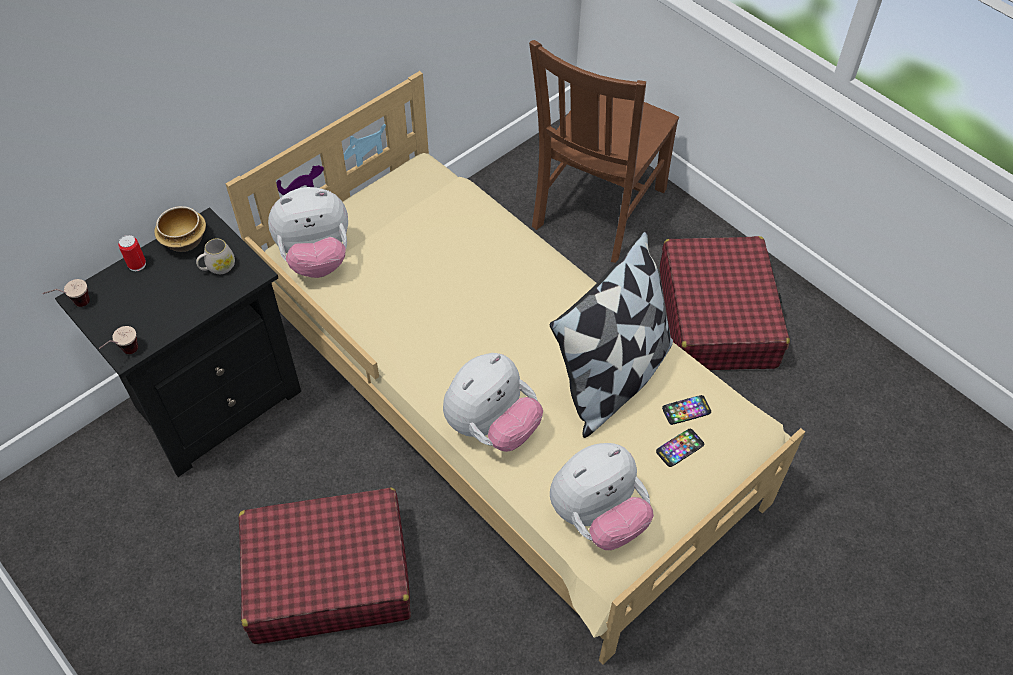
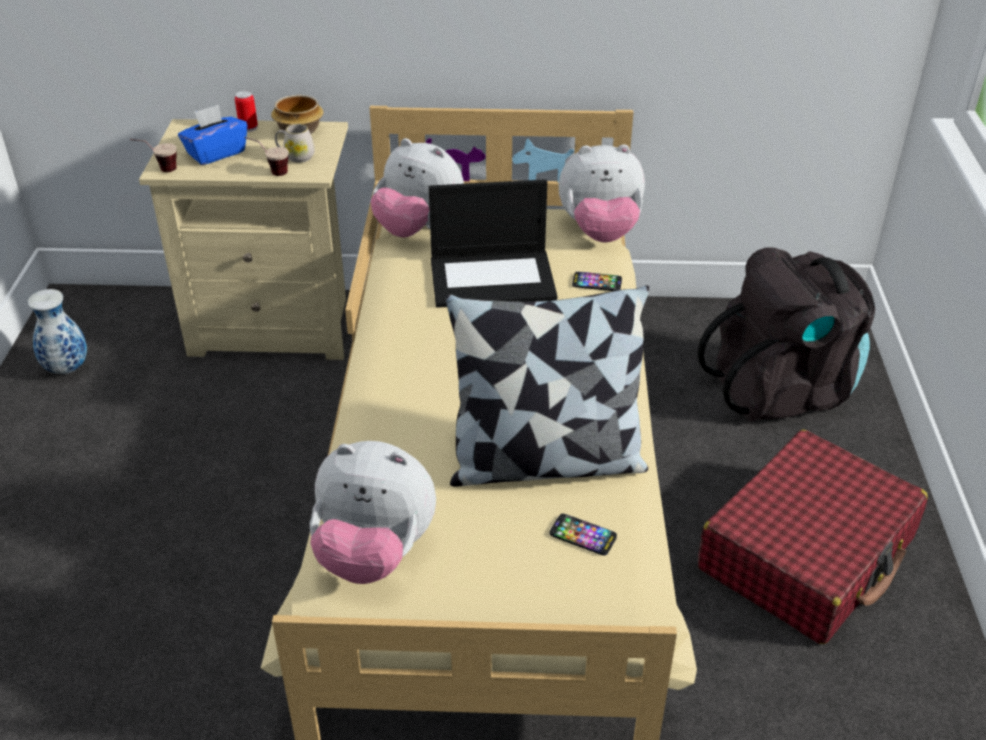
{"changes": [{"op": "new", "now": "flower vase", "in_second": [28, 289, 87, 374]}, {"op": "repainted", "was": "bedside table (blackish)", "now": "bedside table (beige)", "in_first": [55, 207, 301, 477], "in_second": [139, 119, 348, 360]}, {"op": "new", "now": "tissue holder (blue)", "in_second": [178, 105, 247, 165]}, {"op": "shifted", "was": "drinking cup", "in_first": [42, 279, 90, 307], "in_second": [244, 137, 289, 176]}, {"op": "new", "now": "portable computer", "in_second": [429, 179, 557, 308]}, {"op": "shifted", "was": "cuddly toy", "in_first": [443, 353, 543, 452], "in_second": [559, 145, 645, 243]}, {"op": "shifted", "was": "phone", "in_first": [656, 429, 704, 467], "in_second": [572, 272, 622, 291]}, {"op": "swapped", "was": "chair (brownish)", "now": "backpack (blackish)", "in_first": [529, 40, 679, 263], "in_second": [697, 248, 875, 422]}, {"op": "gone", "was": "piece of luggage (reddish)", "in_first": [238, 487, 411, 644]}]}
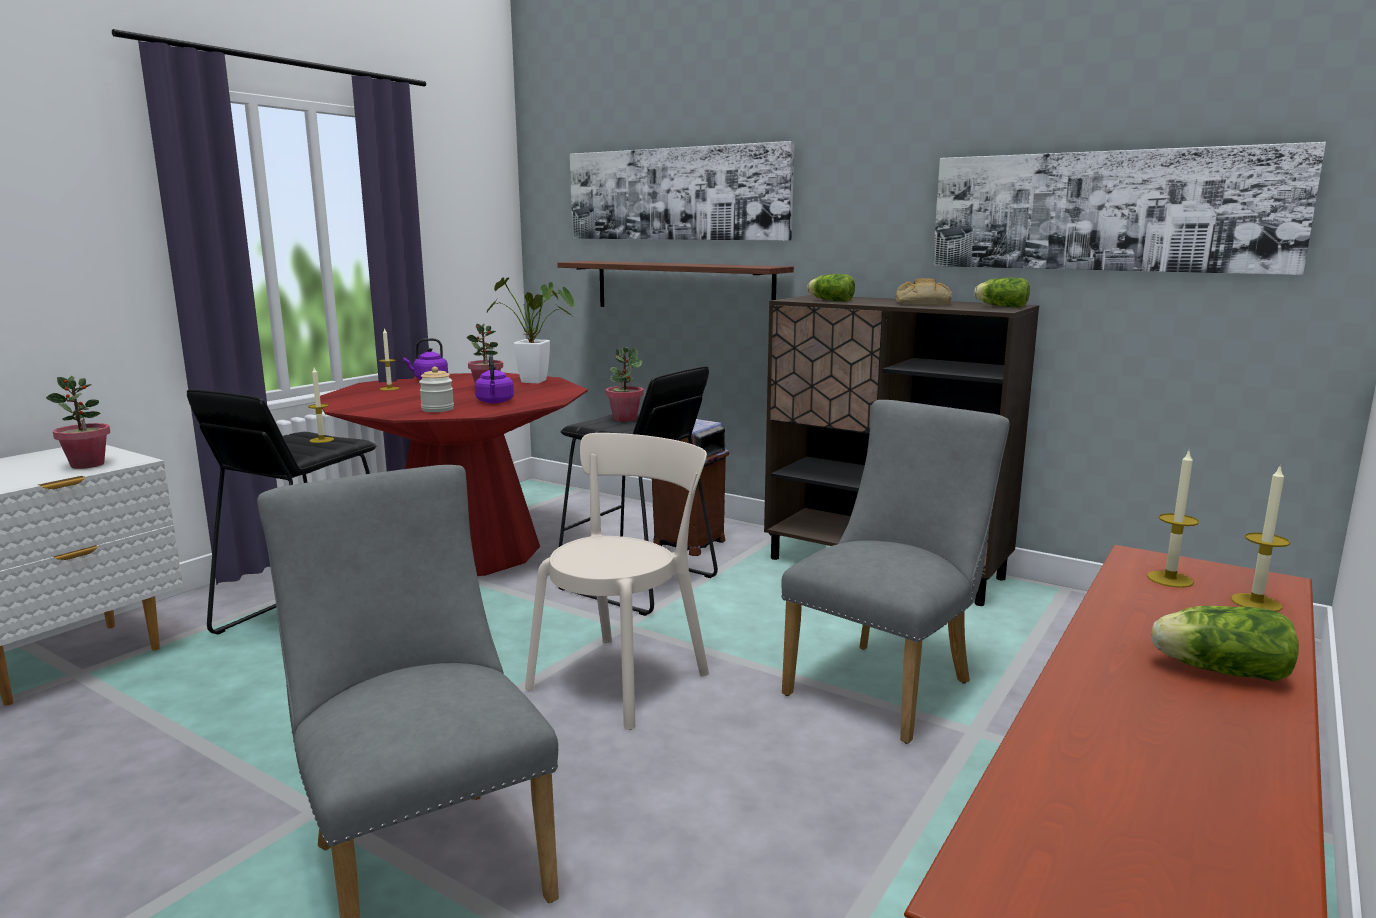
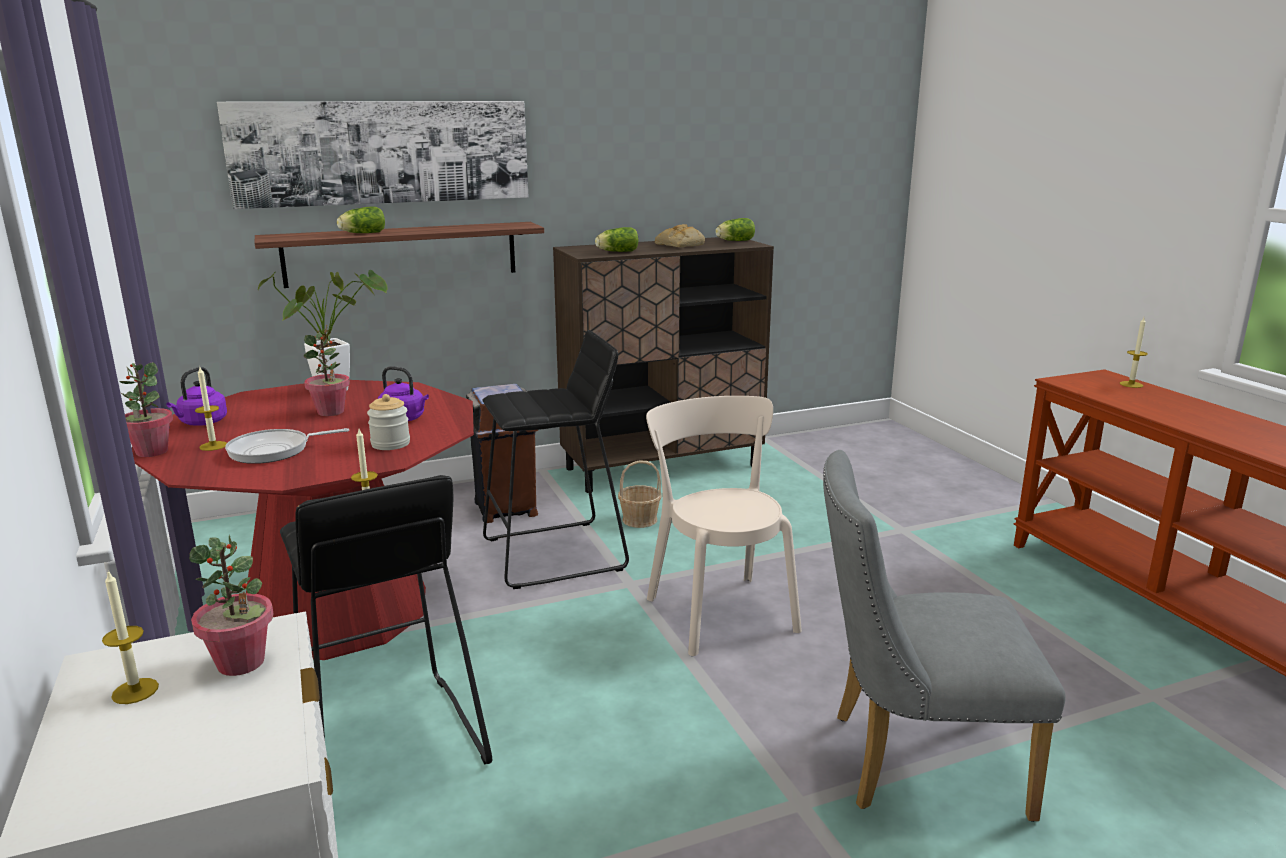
{"changes": [{"op": "shifted", "was": "wax light", "in_first": [1147, 451, 1199, 588], "in_second": [102, 570, 159, 704]}, {"op": "shifted", "was": "plant in a pot", "in_first": [606, 347, 644, 422], "in_second": [119, 362, 173, 457]}, {"op": "new", "now": "frying pan", "in_second": [225, 428, 349, 464]}, {"op": "shifted", "was": "lettuce head", "in_first": [1152, 606, 1299, 681], "in_second": [337, 207, 385, 233]}, {"op": "new", "now": "household basket", "in_second": [618, 460, 661, 528]}, {"op": "gone", "was": "chair (grey)", "in_first": [781, 400, 1009, 744]}, {"op": "gone", "was": "picture", "in_first": [933, 142, 1326, 275]}]}
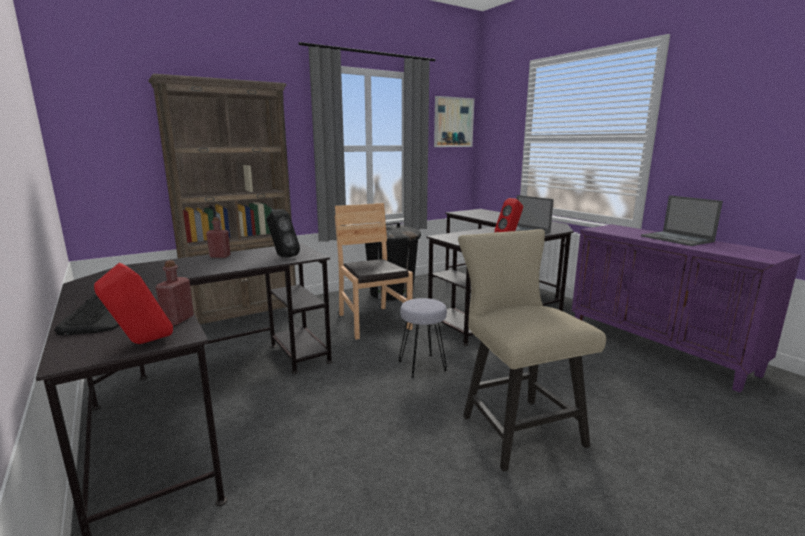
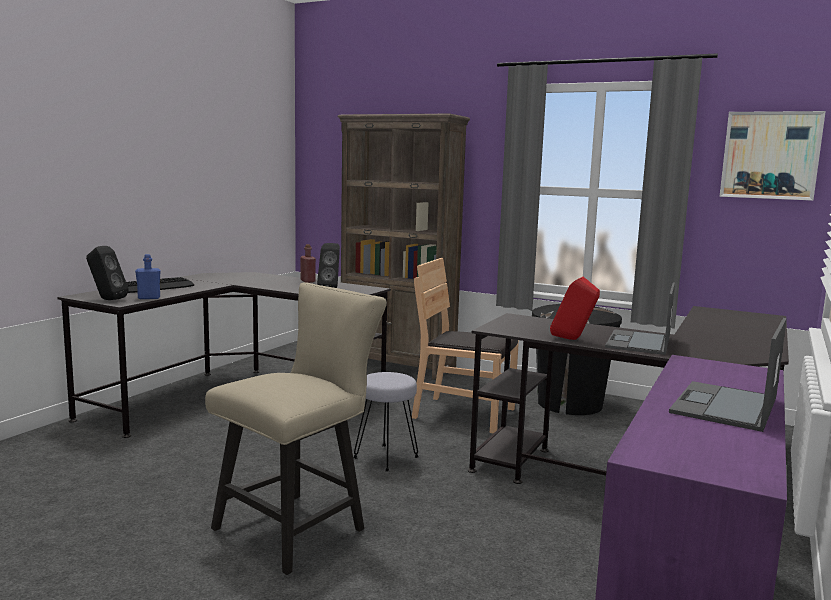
{"changes": [{"op": "repainted", "was": "audio speaker (reddish)", "now": "audio speaker (blackish)", "in_first": [94, 263, 173, 344], "in_second": [86, 246, 129, 300]}, {"op": "repainted", "was": "drink bottle (reddish)", "now": "drink bottle (blue)", "in_first": [156, 260, 194, 325], "in_second": [135, 254, 161, 299]}, {"op": "rotated", "was": "chair (brownish)", "in_first": [335, 203, 413, 340], "in_second": [412, 258, 519, 434], "clockwise": -105}]}
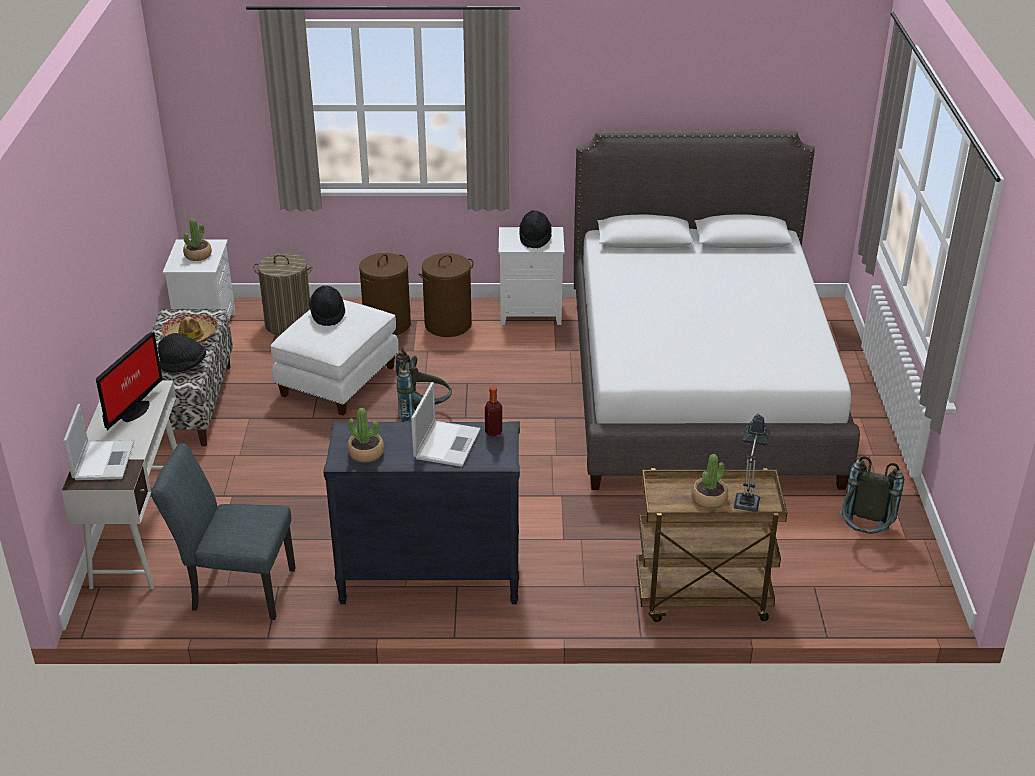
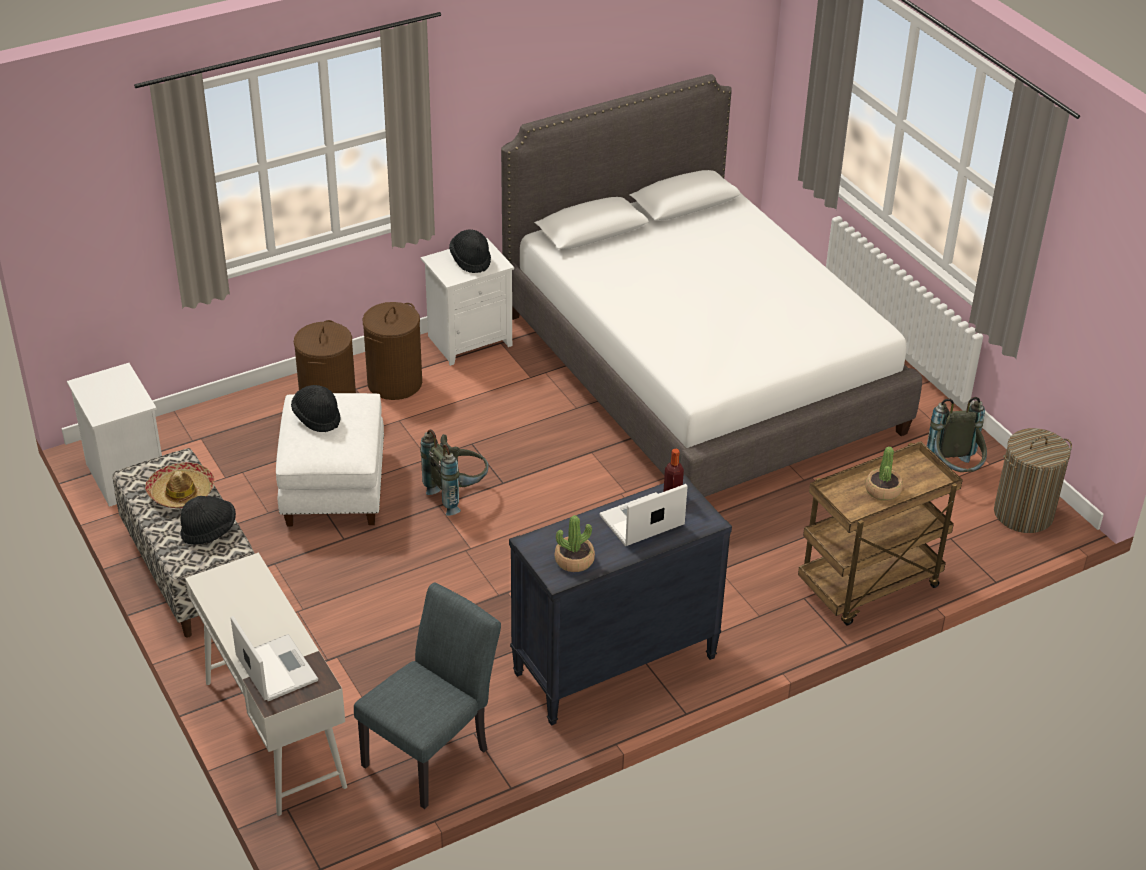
{"changes": [{"op": "rotated", "was": "chair (grey)", "in_first": [151, 443, 296, 620], "in_second": [354, 582, 501, 809], "clockwise": 150}, {"op": "rotated", "was": "portable computer", "in_first": [411, 382, 481, 467], "in_second": [599, 484, 688, 546], "clockwise": -105}, {"op": "shifted", "was": "washing basket", "in_first": [253, 253, 313, 336], "in_second": [994, 428, 1072, 533]}, {"op": "gone", "was": "computer display", "in_first": [96, 332, 162, 431]}, {"op": "gone", "was": "plant in a pot", "in_first": [183, 219, 212, 261]}, {"op": "gone", "was": "tabletop lamp", "in_first": [734, 413, 771, 511]}]}
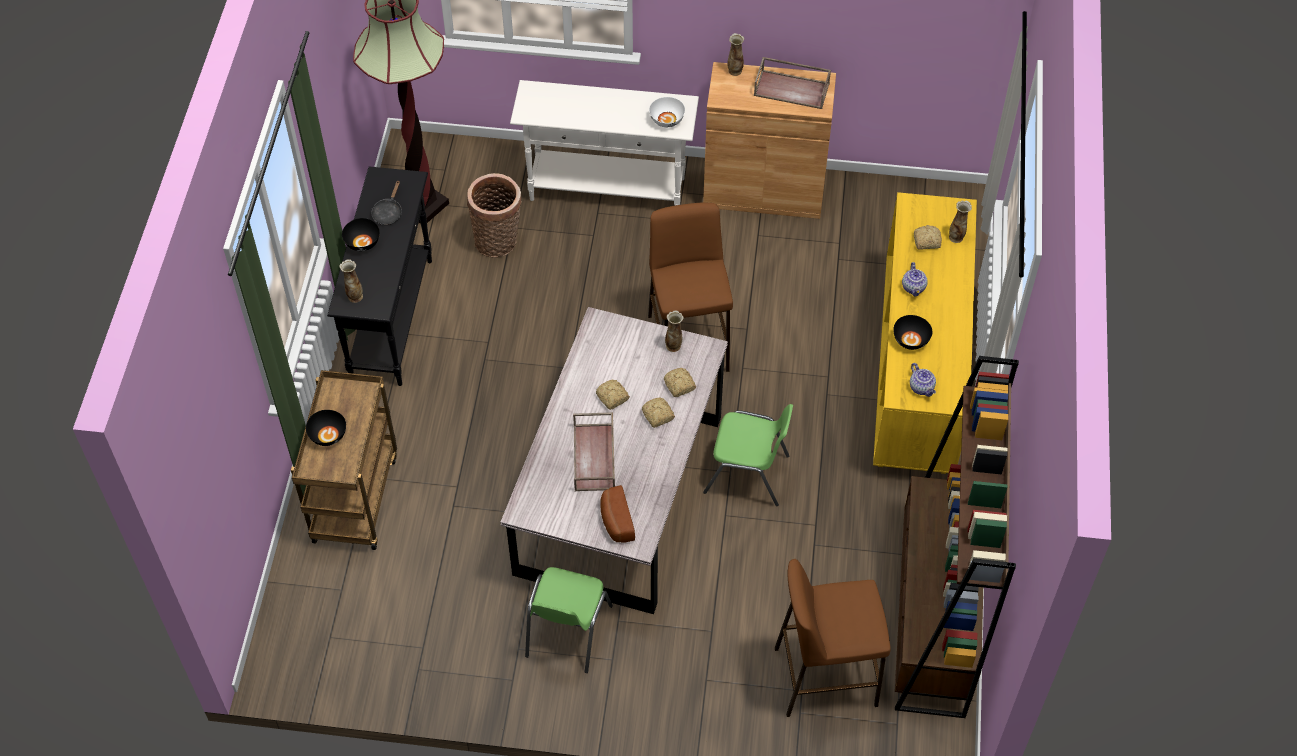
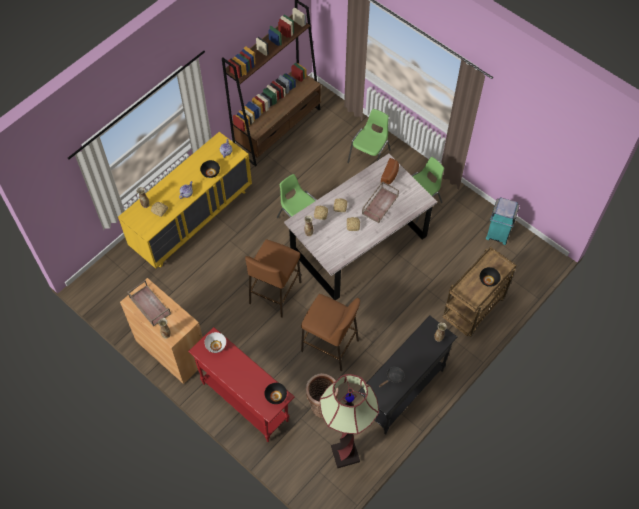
{"changes": [{"op": "repainted", "was": "narrow table (whitish)", "now": "narrow table (reddish)", "in_first": [510, 80, 699, 205], "in_second": [188, 327, 295, 442]}, {"op": "shifted", "was": "deep dish (blackish)", "in_first": [342, 218, 380, 251], "in_second": [264, 383, 287, 404]}, {"op": "shifted", "was": "stool (brownish)", "in_first": [775, 559, 891, 717], "in_second": [301, 294, 360, 371]}, {"op": "new", "now": "chair (green)", "in_second": [347, 109, 391, 163]}, {"op": "new", "now": "waste bin (turquoise-coloured)", "in_second": [486, 197, 519, 245]}]}
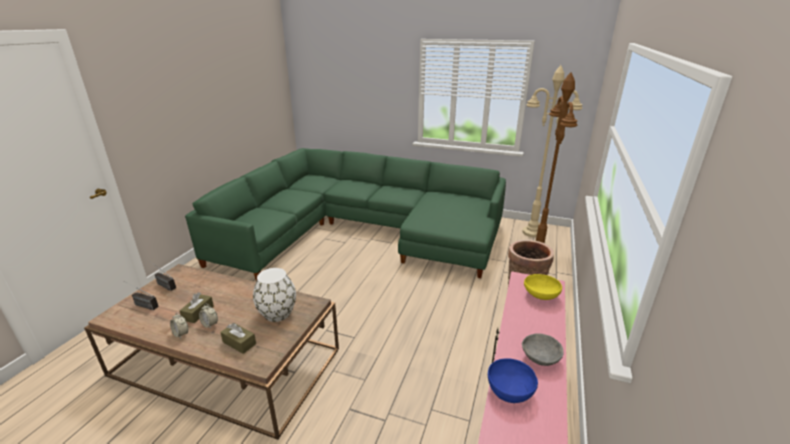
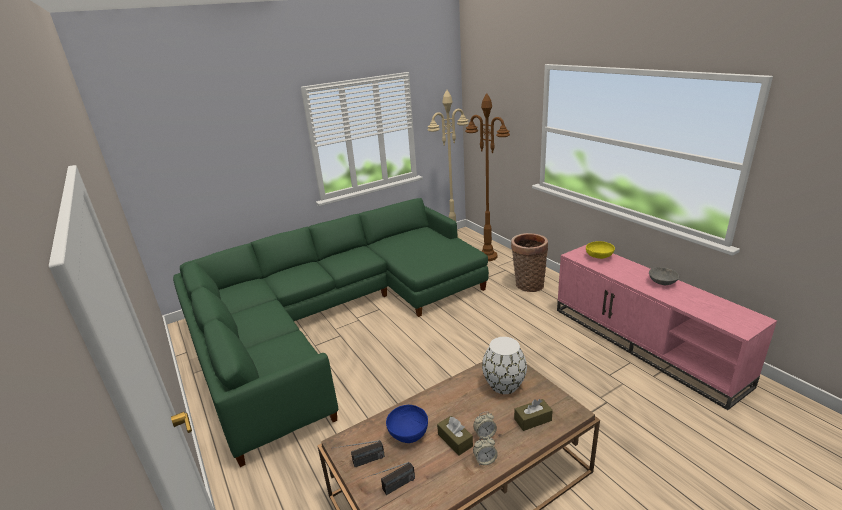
{"changes": [{"op": "shifted", "was": "deep dish (blue)", "in_first": [488, 358, 538, 403], "in_second": [386, 405, 428, 443]}]}
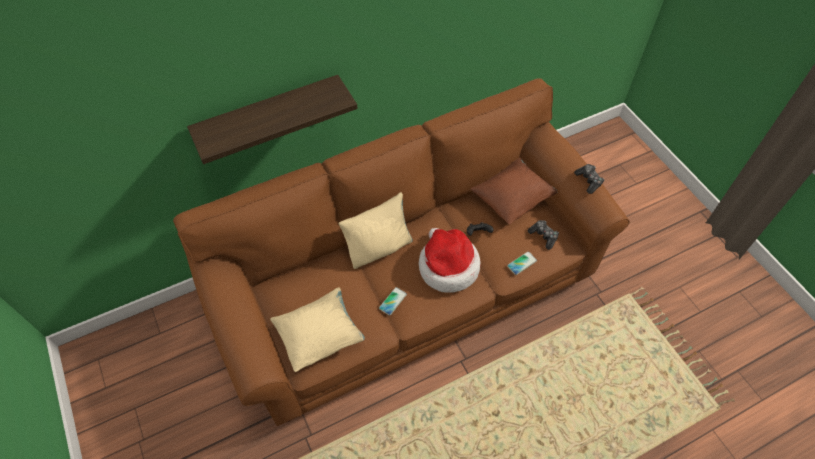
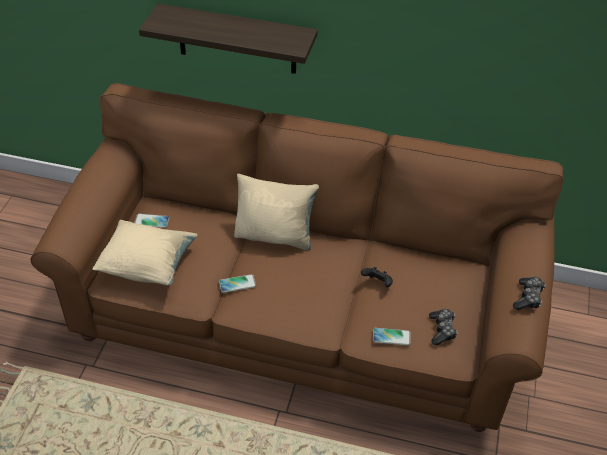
{"changes": [{"op": "new", "now": "phone", "in_second": [134, 214, 170, 228]}, {"op": "gone", "was": "hat", "in_first": [419, 228, 481, 293]}, {"op": "gone", "was": "cushion (brownish)", "in_first": [471, 158, 557, 224]}]}
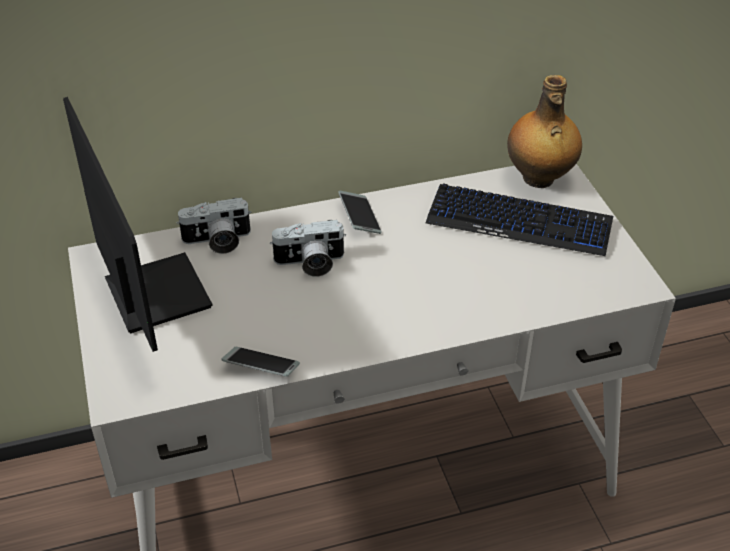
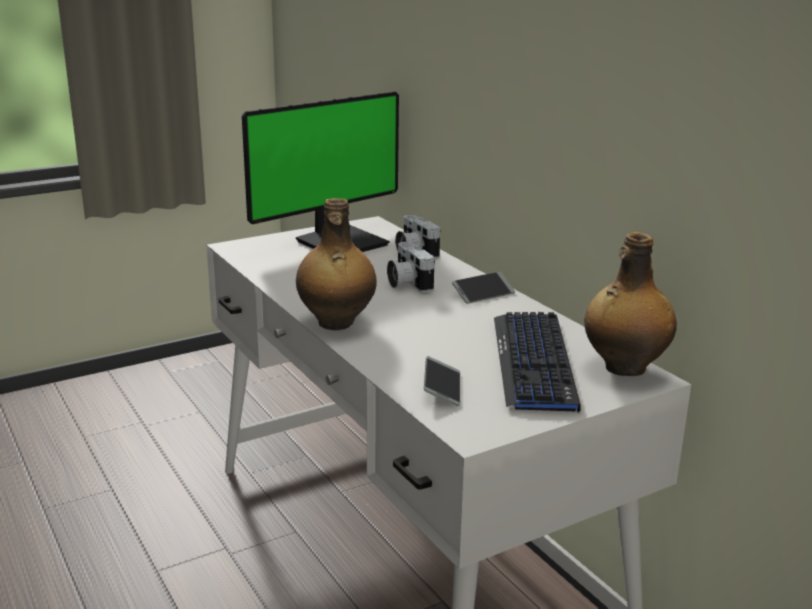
{"changes": [{"op": "new", "now": "drink bottle", "in_second": [296, 198, 377, 330]}, {"op": "shifted", "was": "phone", "in_first": [221, 347, 300, 377], "in_second": [424, 356, 460, 406]}]}
